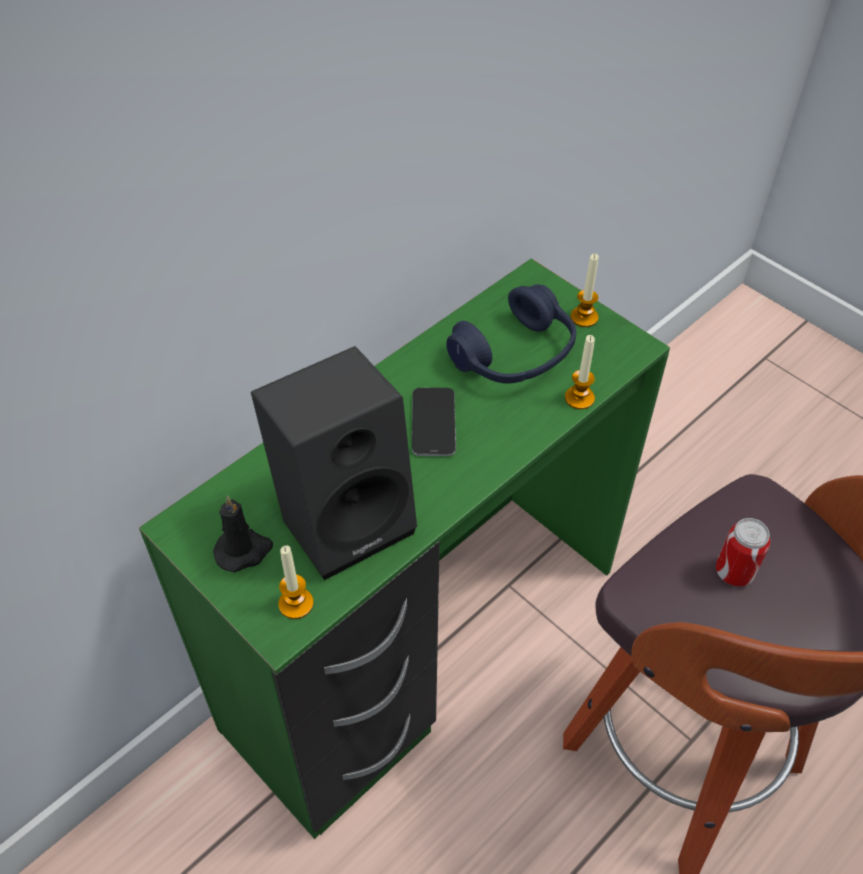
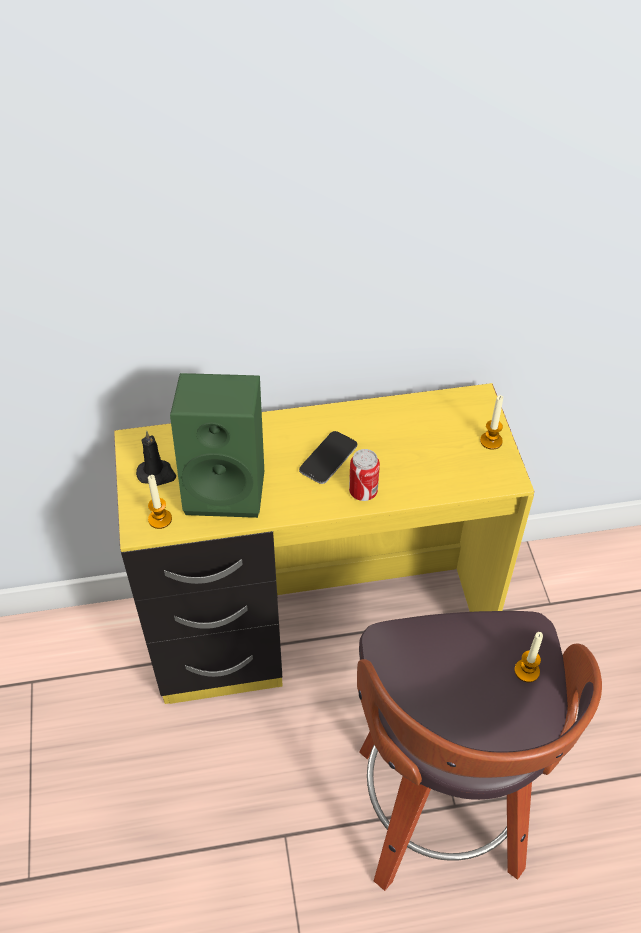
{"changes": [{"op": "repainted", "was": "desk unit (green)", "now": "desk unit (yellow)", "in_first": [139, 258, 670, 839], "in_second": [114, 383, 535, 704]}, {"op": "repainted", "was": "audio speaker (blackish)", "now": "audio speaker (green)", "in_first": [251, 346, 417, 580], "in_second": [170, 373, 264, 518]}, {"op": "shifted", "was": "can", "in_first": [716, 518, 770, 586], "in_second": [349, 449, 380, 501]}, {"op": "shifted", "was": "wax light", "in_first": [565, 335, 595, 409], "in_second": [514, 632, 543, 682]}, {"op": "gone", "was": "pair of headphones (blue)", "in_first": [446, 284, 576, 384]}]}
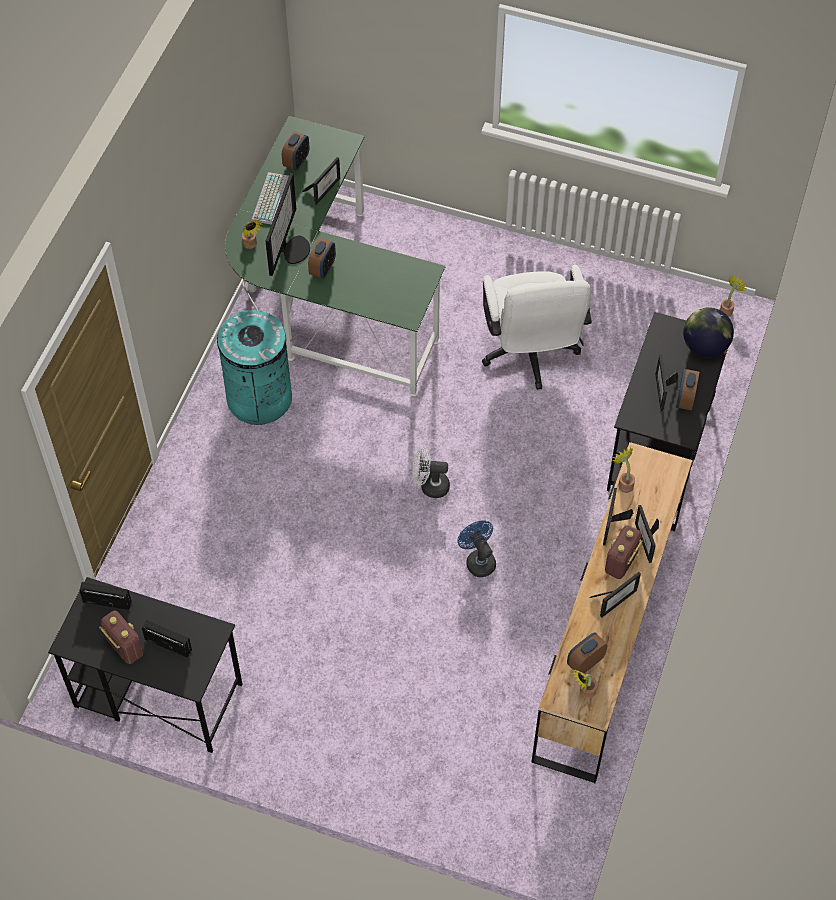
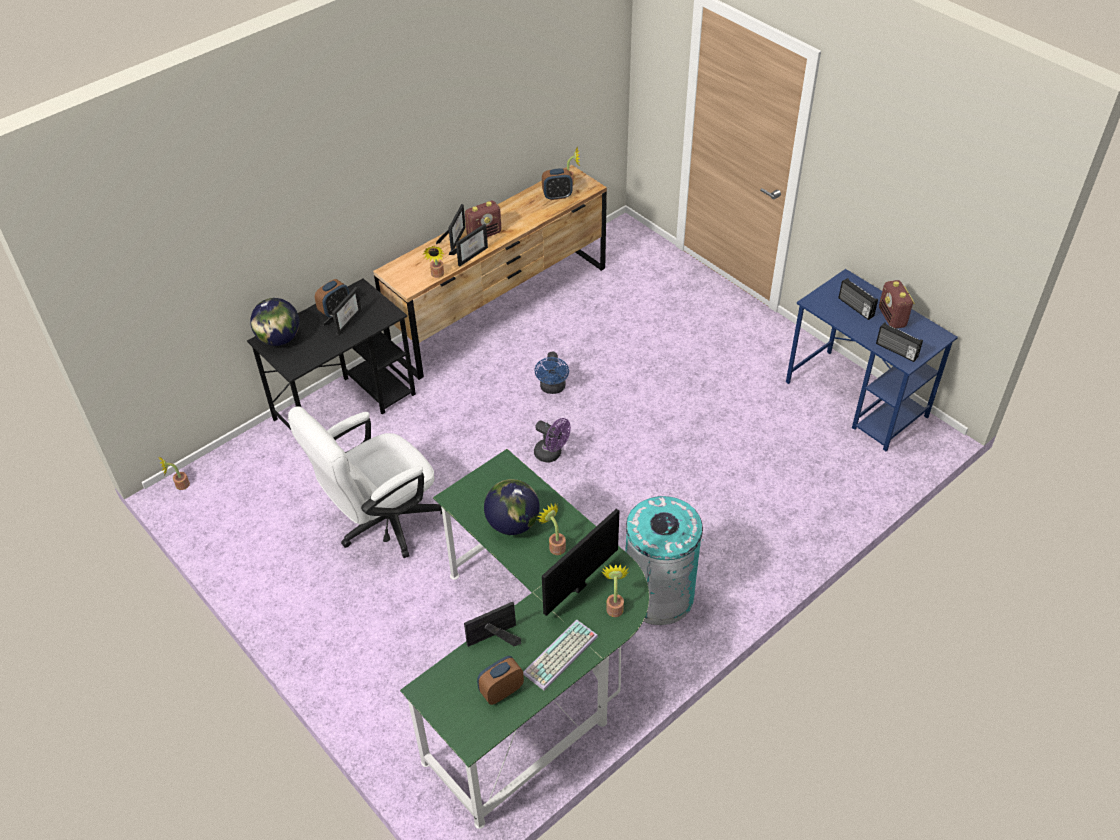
{"changes": [{"op": "rotated", "was": "office chair (whitish)", "in_first": [482, 265, 592, 390], "in_second": [288, 406, 442, 558], "clockwise": -150}, {"op": "new", "now": "world globe", "in_second": [484, 479, 540, 535]}, {"op": "repainted", "was": "electric fan (whitish)", "now": "electric fan (purplish)", "in_first": [412, 447, 450, 498], "in_second": [534, 418, 571, 463]}, {"op": "swapped", "was": "bedside clock", "now": "plant in a pot", "in_first": [308, 238, 336, 279], "in_second": [537, 503, 566, 555]}, {"op": "repainted", "was": "desk unit (blackish)", "now": "desk unit (blue)", "in_first": [48, 577, 243, 753], "in_second": [786, 269, 958, 451]}, {"op": "gone", "was": "picture frame", "in_first": [589, 572, 641, 618]}]}
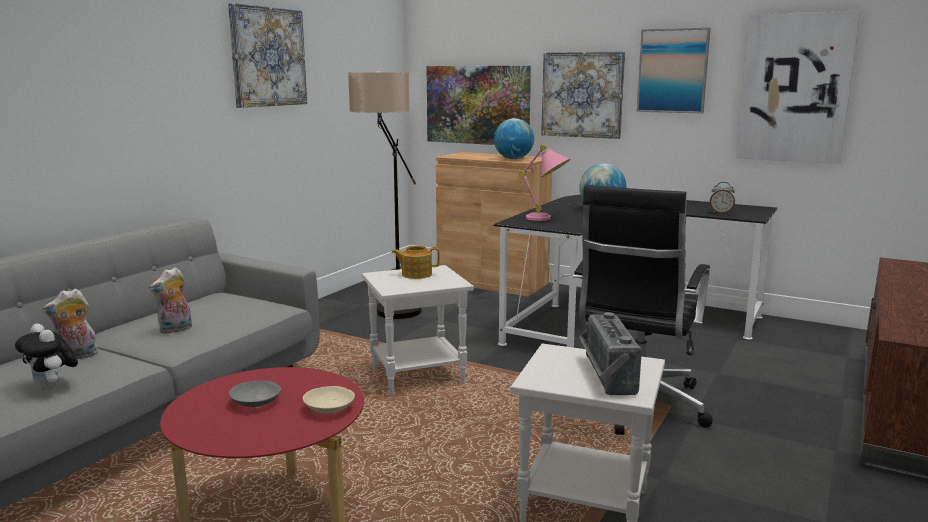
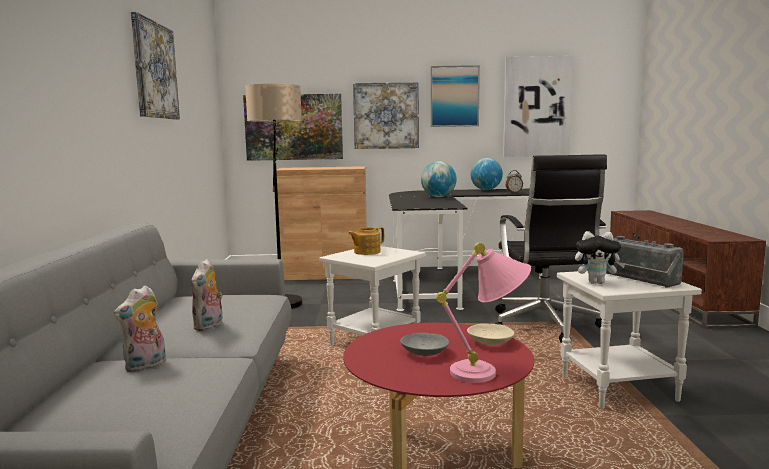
{"changes": [{"op": "shifted", "was": "tabletop lamp (pinkish)", "in_first": [520, 144, 570, 221], "in_second": [436, 242, 531, 383]}, {"op": "shifted", "was": "world globe", "in_first": [494, 118, 534, 159], "in_second": [470, 158, 503, 190]}, {"op": "shifted", "was": "cuddly toy", "in_first": [15, 324, 78, 391], "in_second": [575, 231, 626, 284]}]}
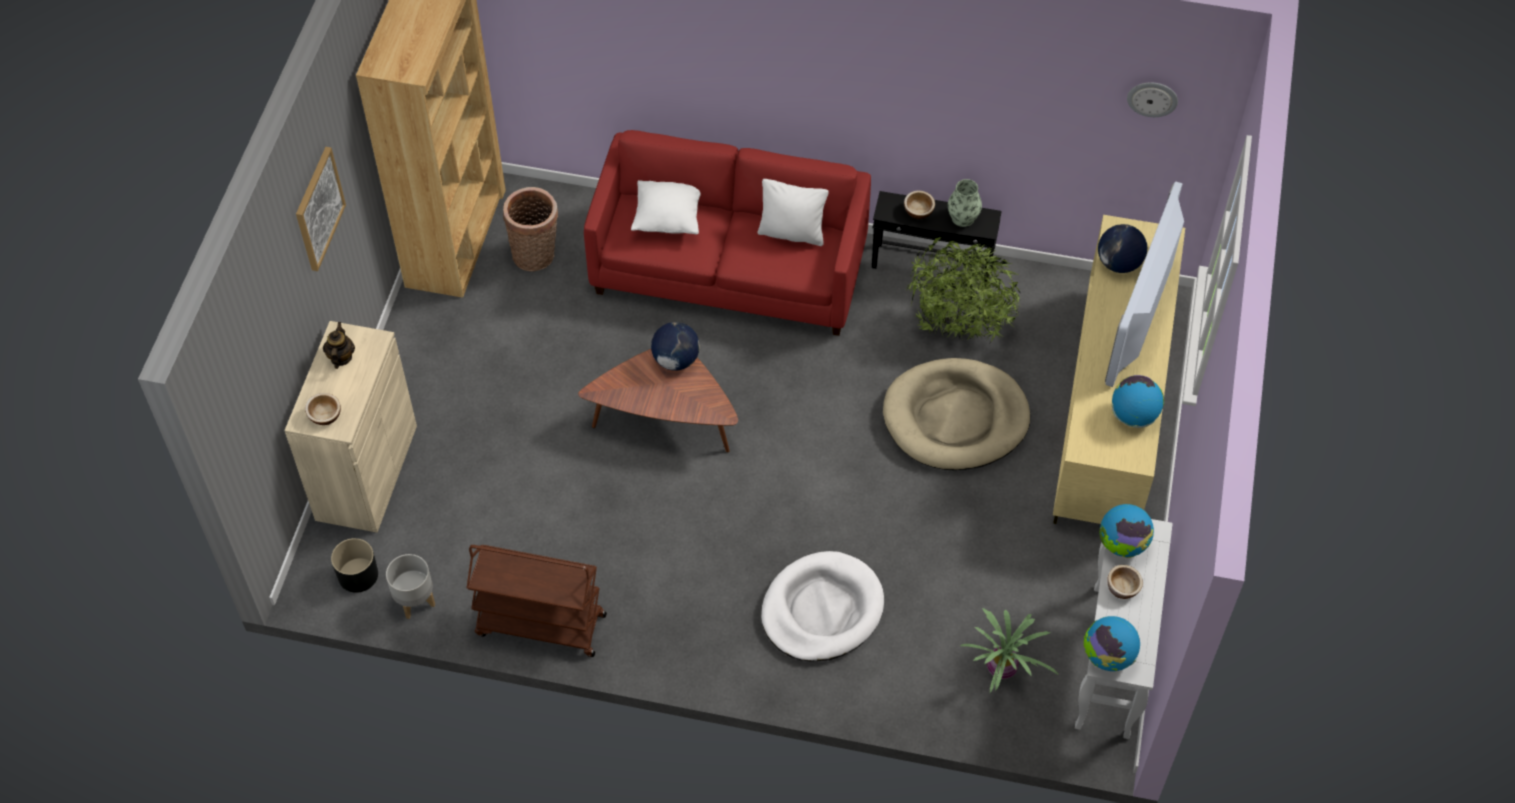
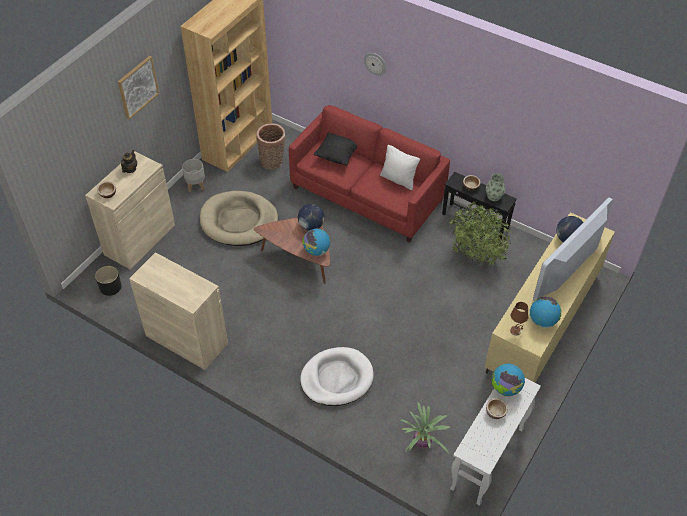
{"changes": [{"op": "swapped", "was": "wheeled cart (brownish)", "now": "cabinet (beige)", "in_first": [466, 545, 607, 657], "in_second": [129, 252, 228, 370]}, {"op": "shifted", "was": "plant pot (grey)", "in_first": [386, 554, 435, 619], "in_second": [182, 159, 205, 192]}, {"op": "shifted", "was": "pet bed (beige)", "in_first": [883, 358, 1030, 470], "in_second": [200, 191, 278, 246]}, {"op": "shifted", "was": "world globe", "in_first": [1084, 616, 1140, 671], "in_second": [303, 229, 330, 256]}, {"op": "repainted", "was": "cushion (whitish)", "now": "cushion (blackish)", "in_first": [631, 180, 701, 235], "in_second": [314, 132, 357, 166]}, {"op": "shifted", "was": "clock on the wall", "in_first": [1127, 82, 1178, 117], "in_second": [364, 53, 387, 76]}, {"op": "new", "now": "tabletop lamp (brownish)", "in_second": [510, 302, 528, 335]}]}
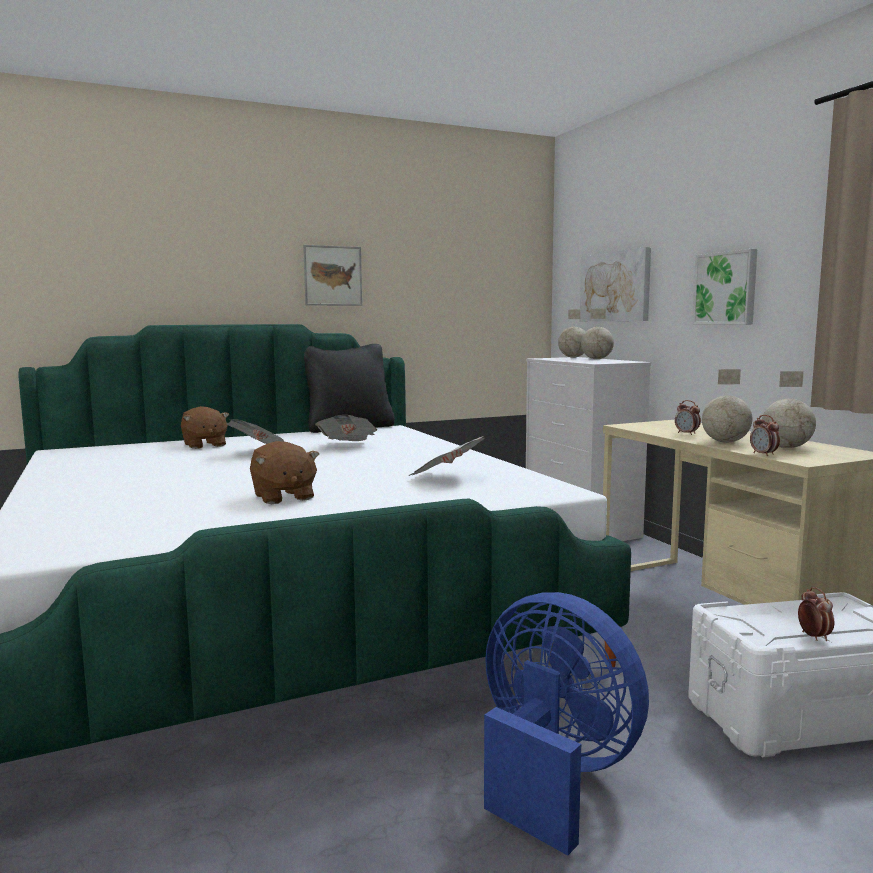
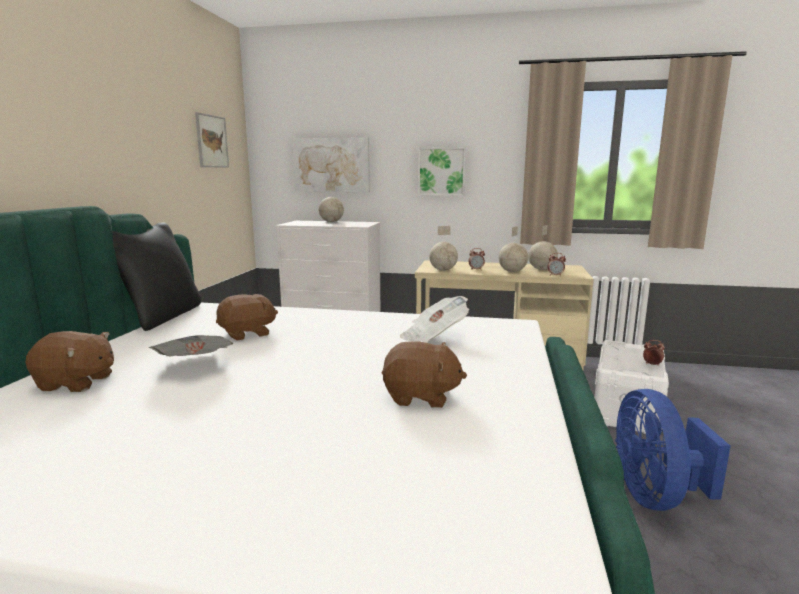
{"changes": [{"op": "shifted", "was": "picture", "in_first": [303, 245, 362, 306], "in_second": [195, 112, 229, 168]}, {"op": "swapped", "was": "daily paper", "now": "cuddly toy (brownish)", "in_first": [315, 415, 377, 441], "in_second": [216, 294, 278, 341]}, {"op": "shifted", "was": "world globe", "in_first": [558, 309, 585, 358], "in_second": [429, 226, 458, 271]}, {"op": "rotated", "was": "electric fan (blue)", "in_first": [484, 592, 649, 856], "in_second": [615, 389, 731, 511], "clockwise": -75}]}
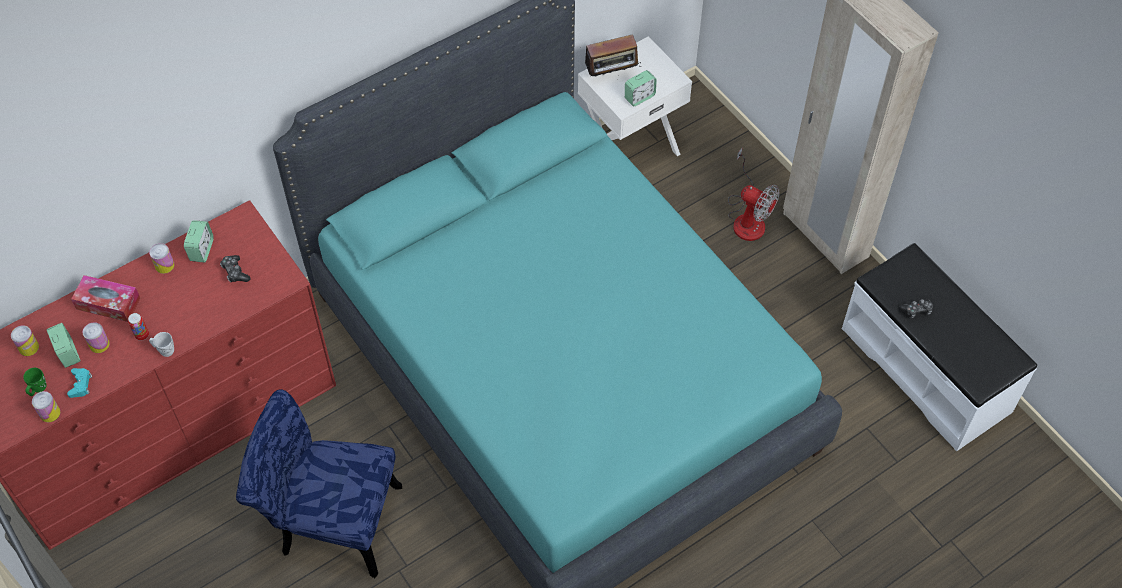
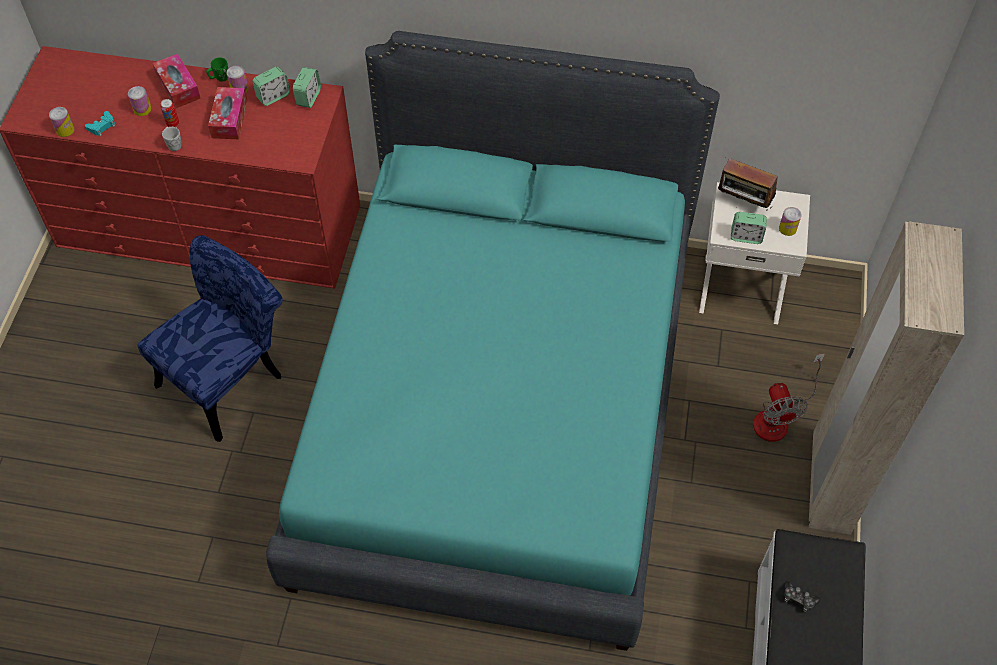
{"changes": [{"op": "rotated", "was": "chair (blue)", "in_first": [236, 389, 402, 578], "in_second": [137, 235, 283, 442], "clockwise": 75}, {"op": "shifted", "was": "tea mug (green)", "in_first": [23, 368, 47, 396], "in_second": [206, 57, 228, 82]}, {"op": "new", "now": "tissue holder", "in_second": [208, 87, 247, 139]}, {"op": "shifted", "was": "bedside clock", "in_first": [47, 323, 81, 368], "in_second": [293, 67, 321, 108]}, {"op": "shifted", "was": "can", "in_first": [11, 325, 39, 356], "in_second": [779, 207, 802, 236]}, {"op": "gone", "was": "gamepad", "in_first": [220, 255, 251, 282]}]}
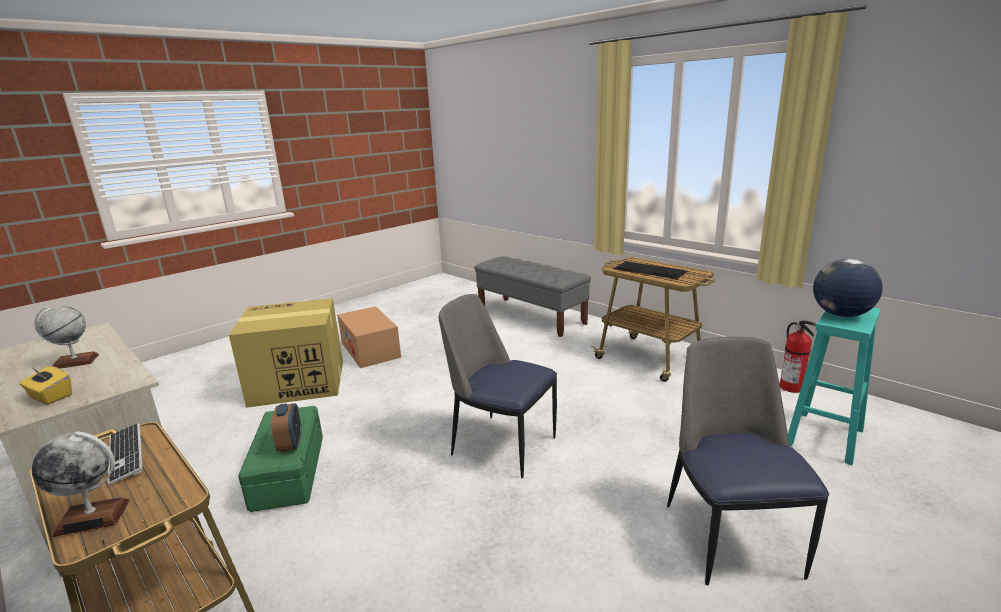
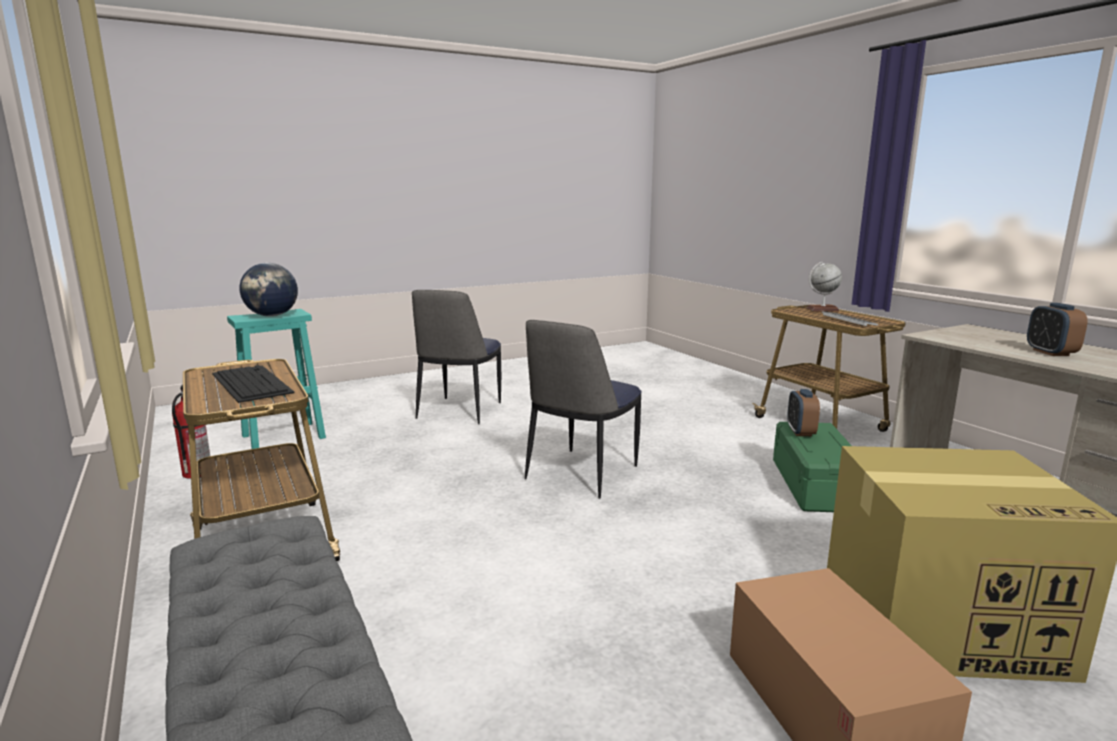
{"changes": [{"op": "rotated", "was": "chair", "in_first": [439, 294, 557, 478], "in_second": [525, 320, 642, 499], "clockwise": 75}, {"op": "swapped", "was": "world globe", "now": "bedside clock", "in_first": [34, 306, 99, 369], "in_second": [1027, 303, 1088, 356]}, {"op": "gone", "was": "tissue holder (yellow)", "in_first": [19, 366, 72, 405]}]}
